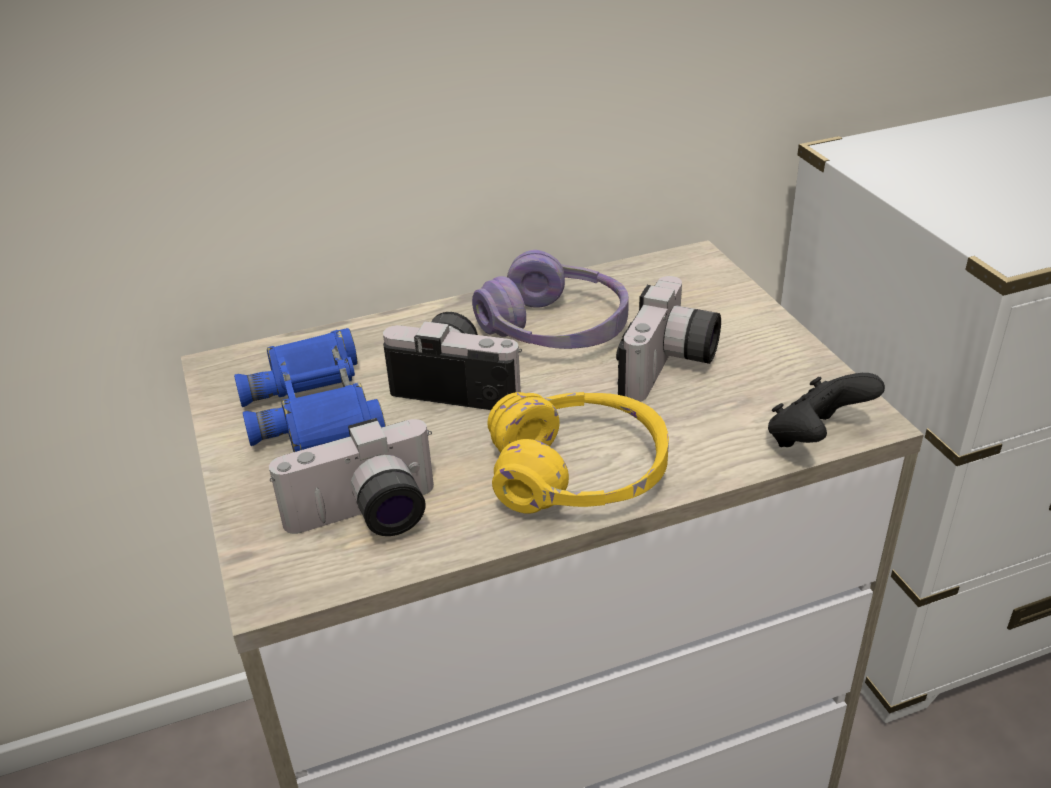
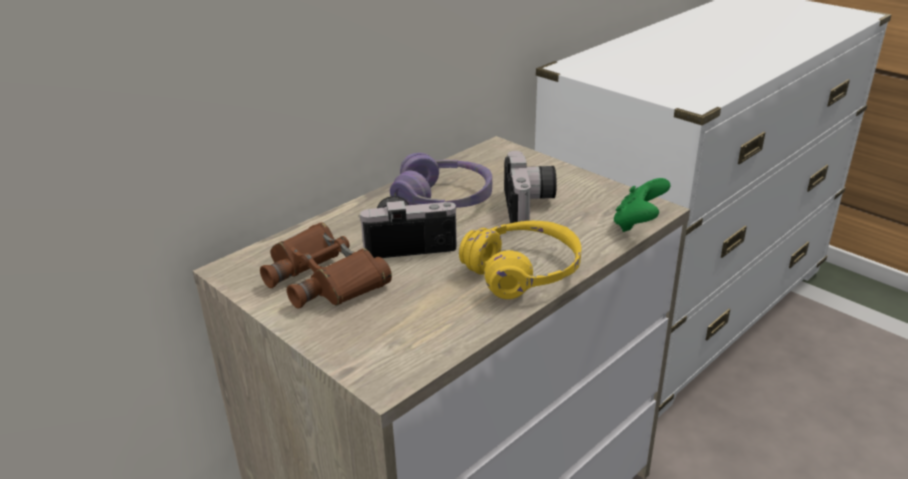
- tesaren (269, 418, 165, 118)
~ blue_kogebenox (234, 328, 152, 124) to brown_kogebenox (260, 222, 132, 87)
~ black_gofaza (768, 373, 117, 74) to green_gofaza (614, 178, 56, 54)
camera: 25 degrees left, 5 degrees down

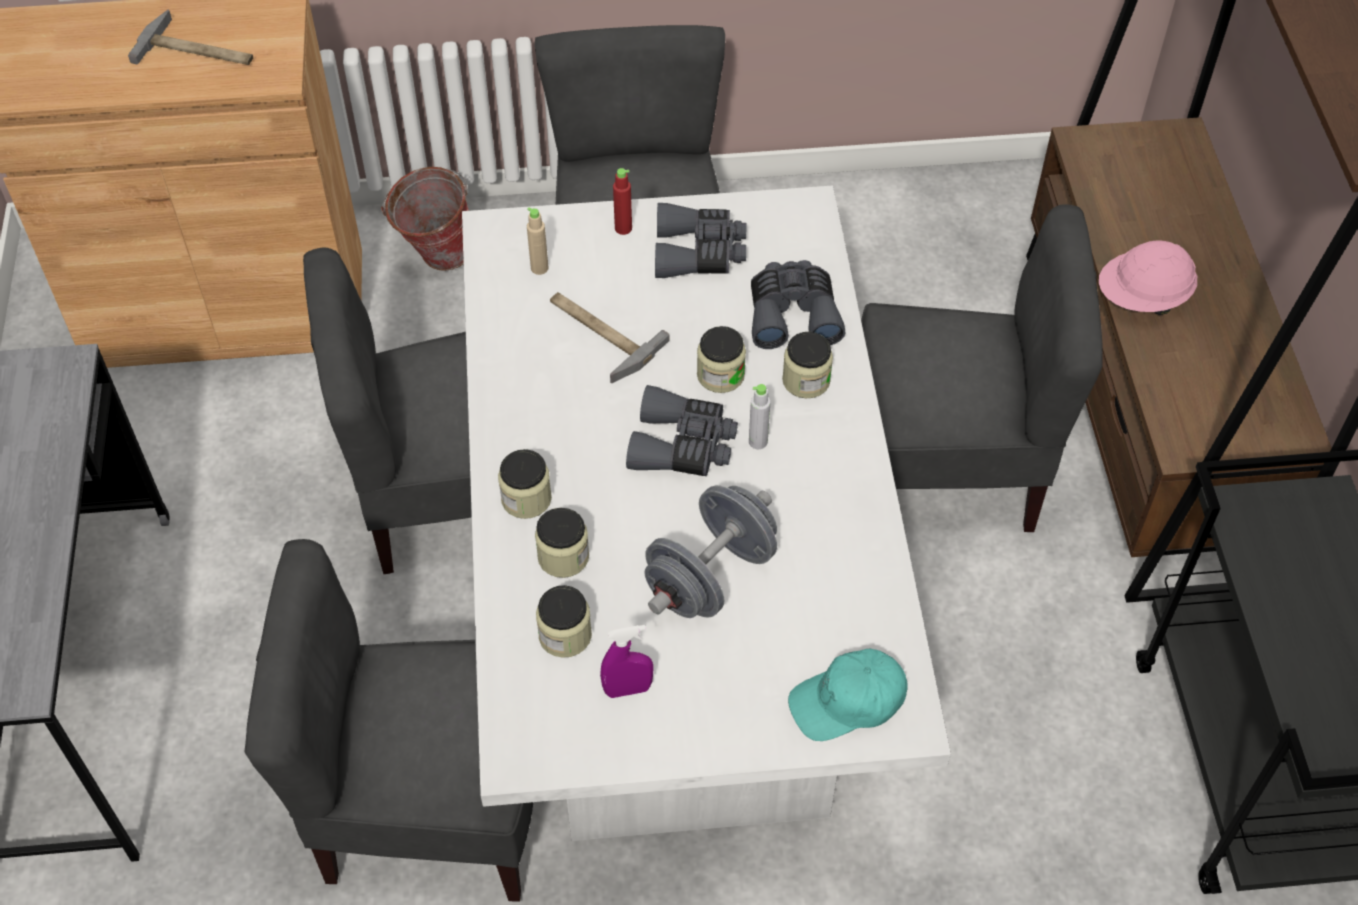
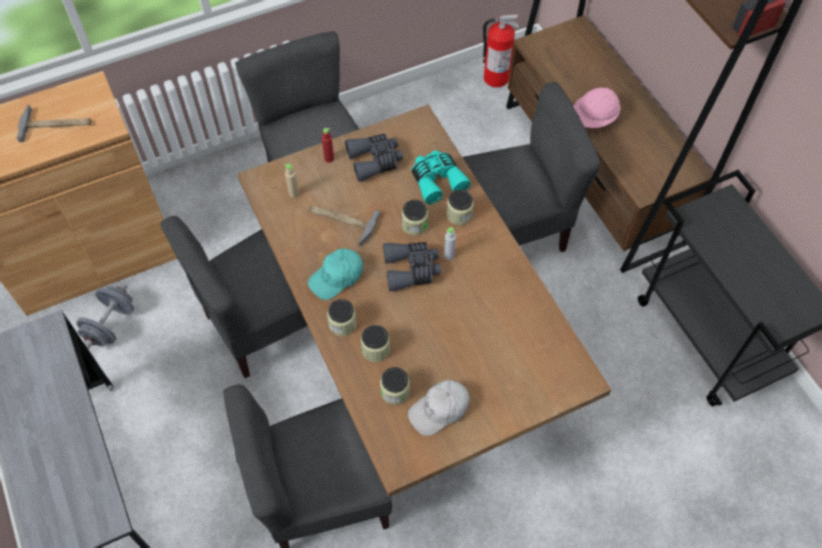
- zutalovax (381, 167, 87, 104)
+ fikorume (483, 15, 36, 72)
~ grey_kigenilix (645, 485, 132, 133) to (76, 283, 58, 66)
~ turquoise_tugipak (788, 649, 120, 92) to (308, 248, 55, 52)
~ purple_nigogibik (600, 625, 54, 73) to white_tugipak (408, 380, 62, 56)
~ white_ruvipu (462, 185, 489, 656) to brown_ruvipu (237, 105, 374, 392)
~ grey_kogebenox (751, 260, 94, 89) to turquoise_kogebenox (411, 150, 60, 54)
camera: 20 degrees left, 5 degrees up

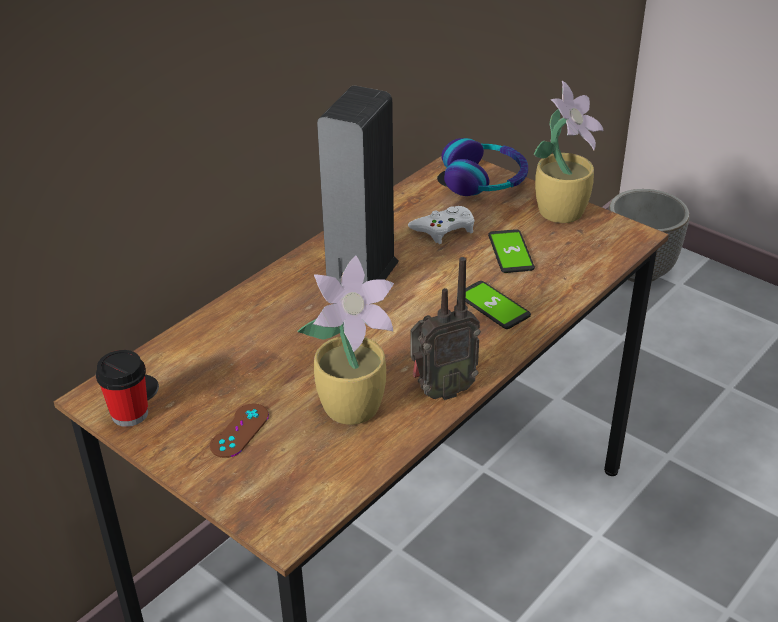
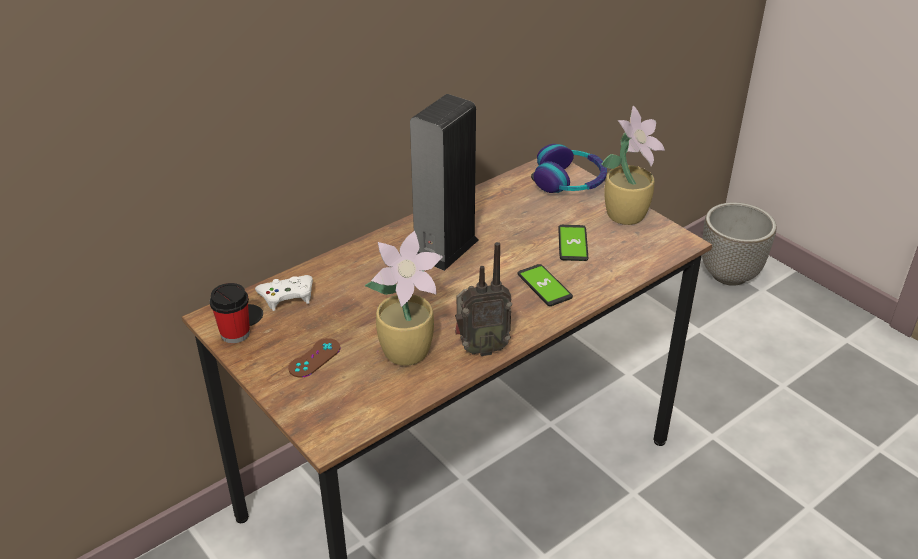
~ white_gofaza (408, 206, 67, 38) to (255, 275, 58, 36)
camera: 10 degrees right, 0 degrees up

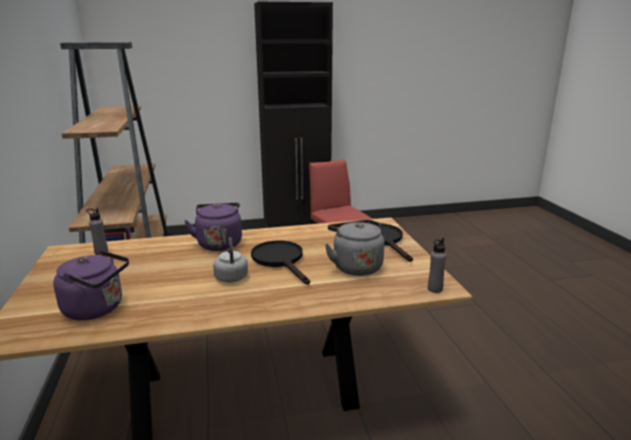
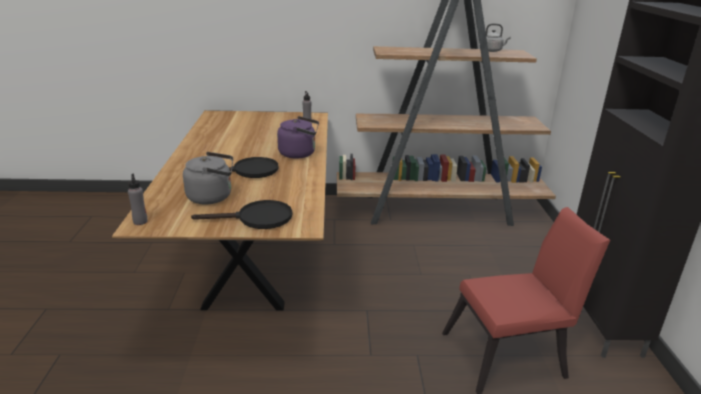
- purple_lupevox (53, 250, 76, 70)
~ grey_lupevox (213, 237, 35, 46) to (486, 23, 25, 29)
camera: 100 degrees right, 5 degrees up

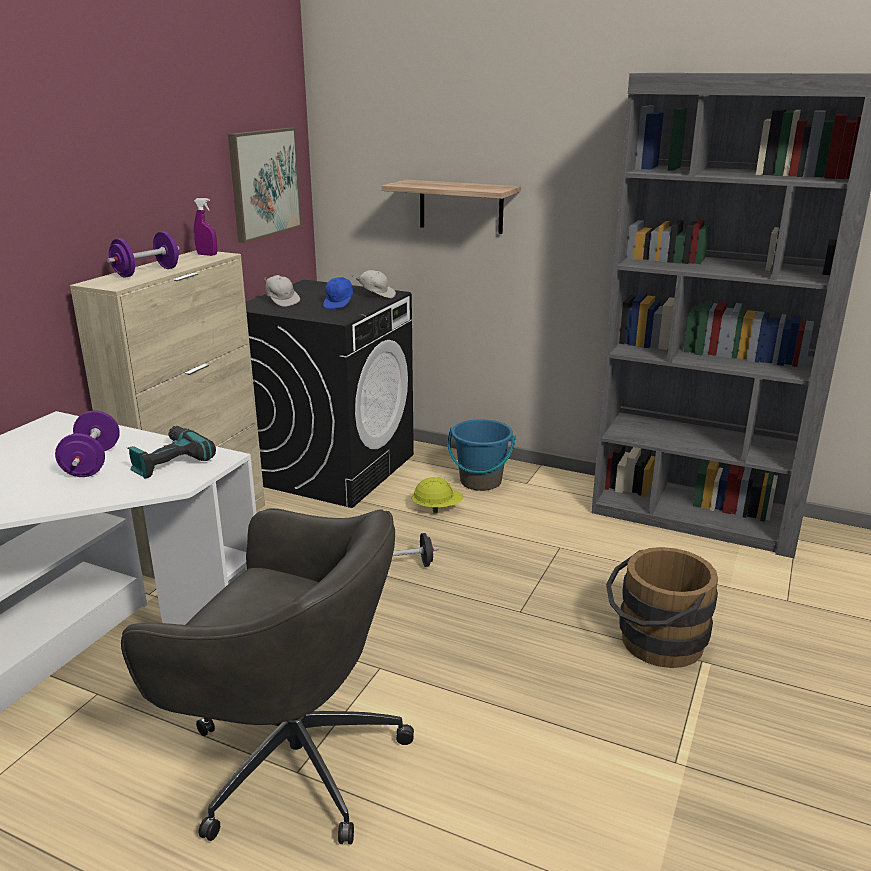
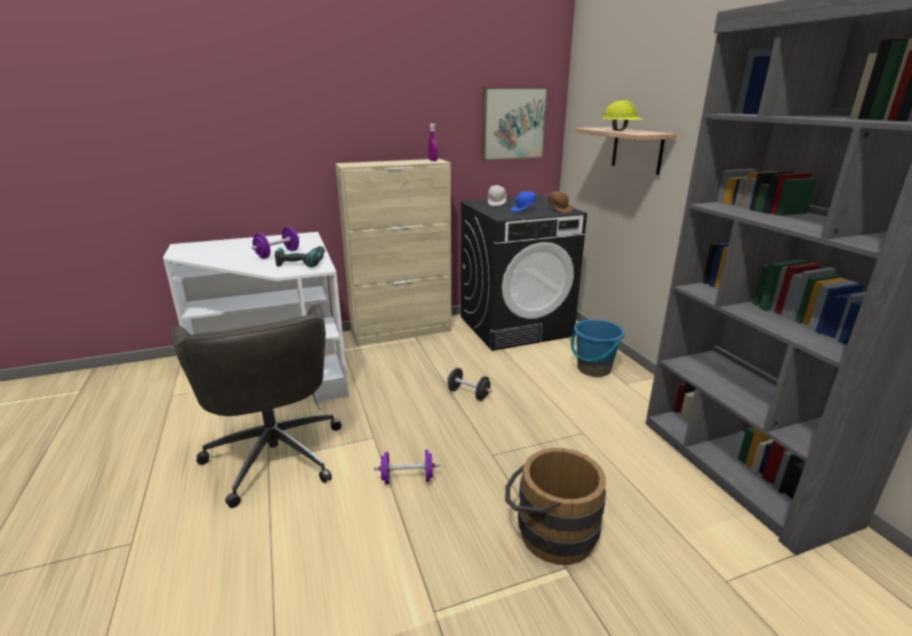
~ purple_kigenilix (107, 232, 73, 46) to (374, 450, 66, 34)
~ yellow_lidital (412, 477, 51, 37) to (602, 100, 42, 31)
~ white_tugipak (351, 270, 45, 28) to brown_tugipak (545, 191, 29, 22)
camera: 45 degrees right, 0 degrees up

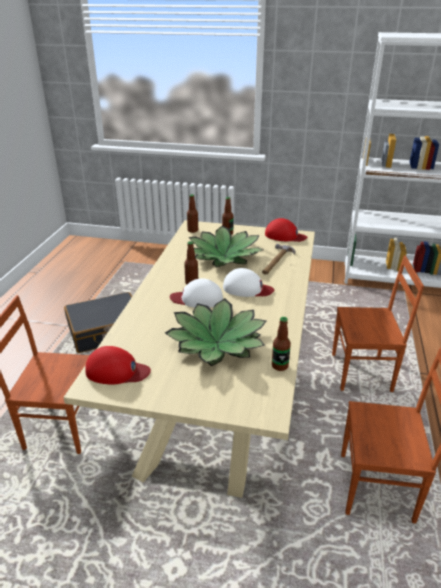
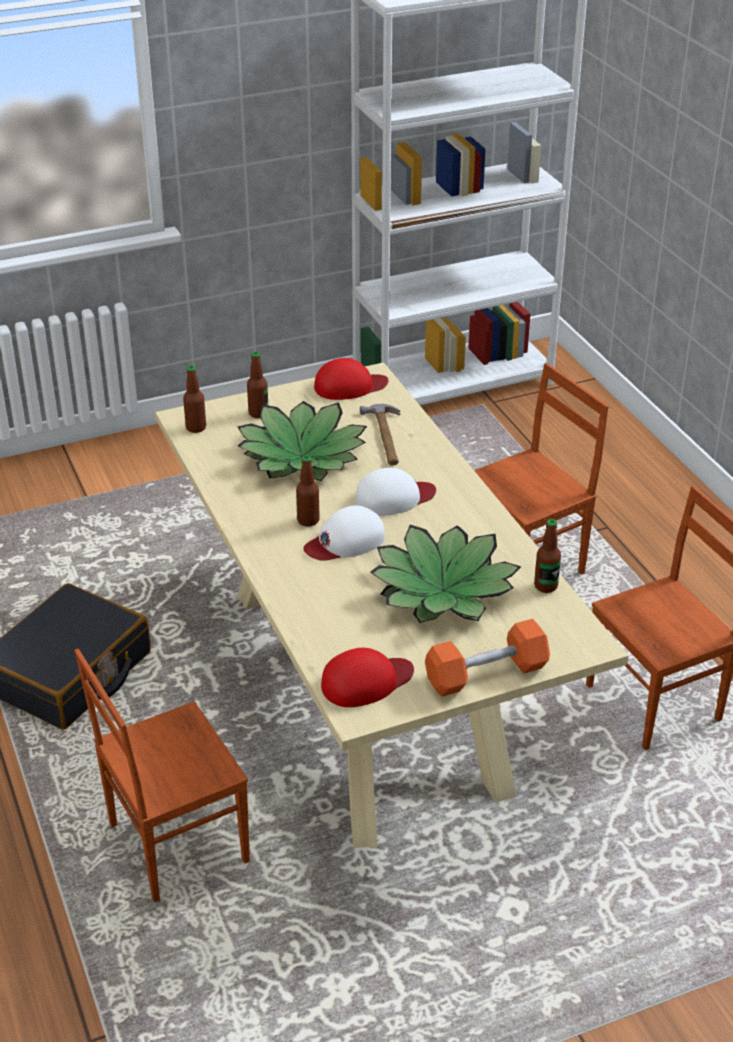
+ orange_kigenilix (425, 619, 125, 78)
camera: 35 degrees left, 5 degrees up

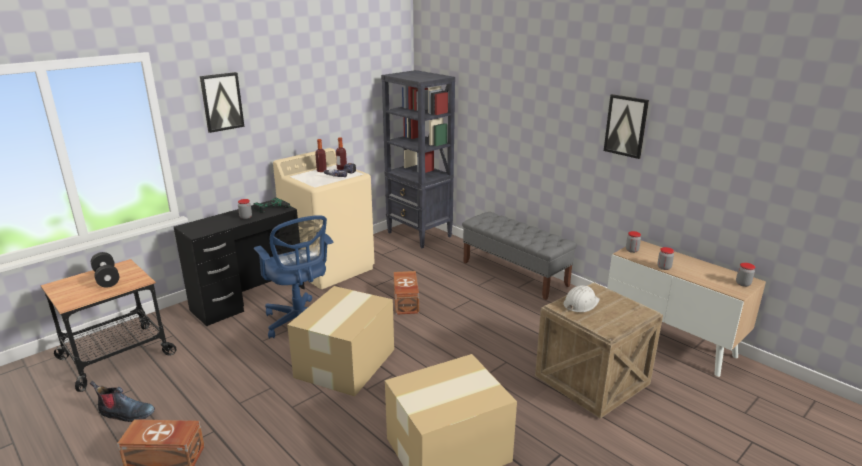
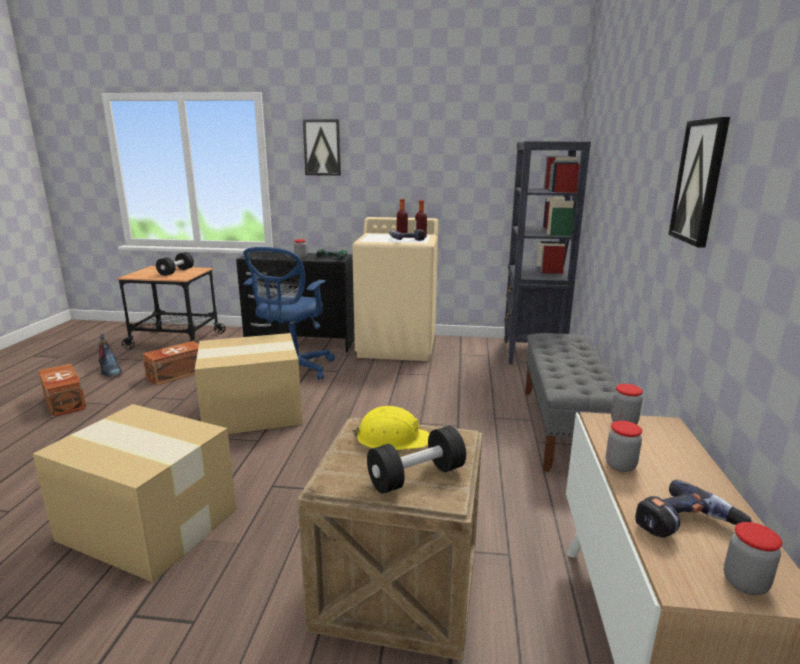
+ black_kigenilix (367, 426, 99, 68)
+ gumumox (635, 479, 117, 59)
~ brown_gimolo (394, 271, 25, 44) to (142, 341, 57, 44)
~ white_lidital (563, 285, 37, 27) to yellow_lidital (353, 406, 77, 44)
camera: 50 degrees right, 5 degrees down

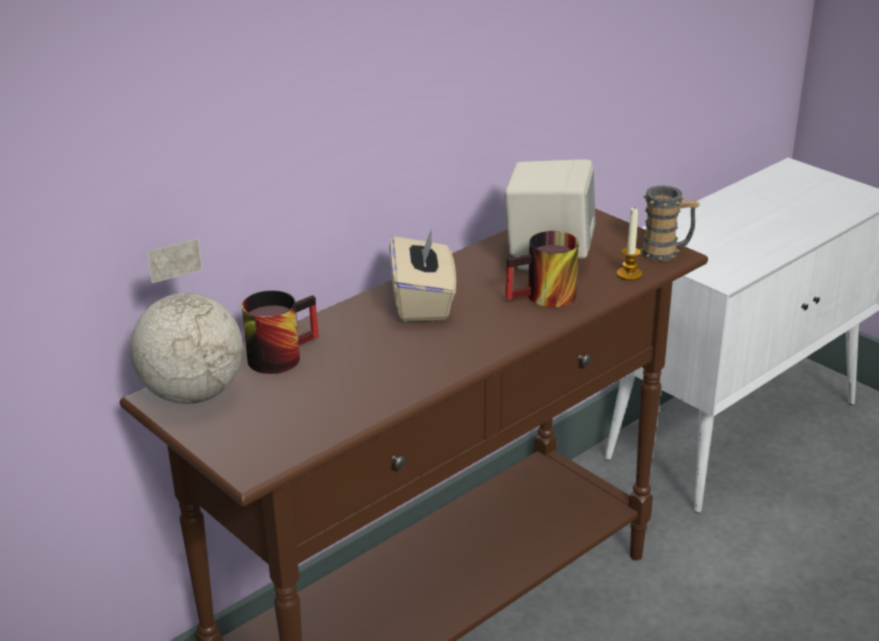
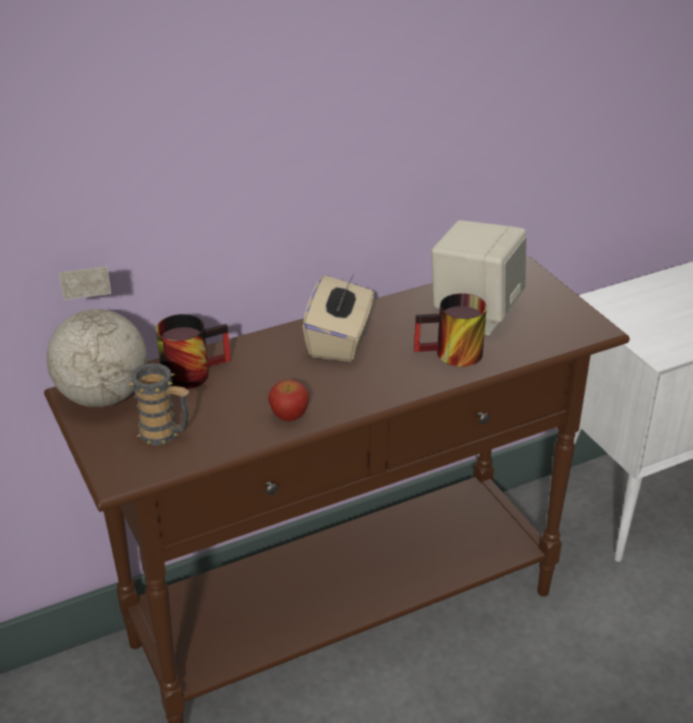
- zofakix (617, 206, 25, 75)
+ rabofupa (268, 380, 41, 41)
~ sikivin (639, 186, 61, 75) to (129, 363, 60, 82)
camera: 15 degrees right, 5 degrees up

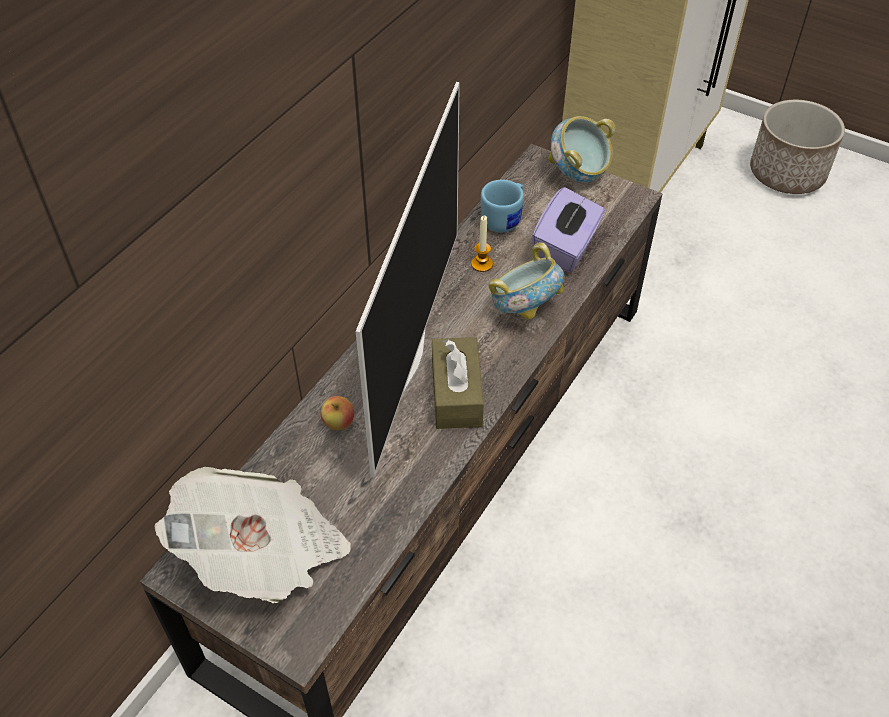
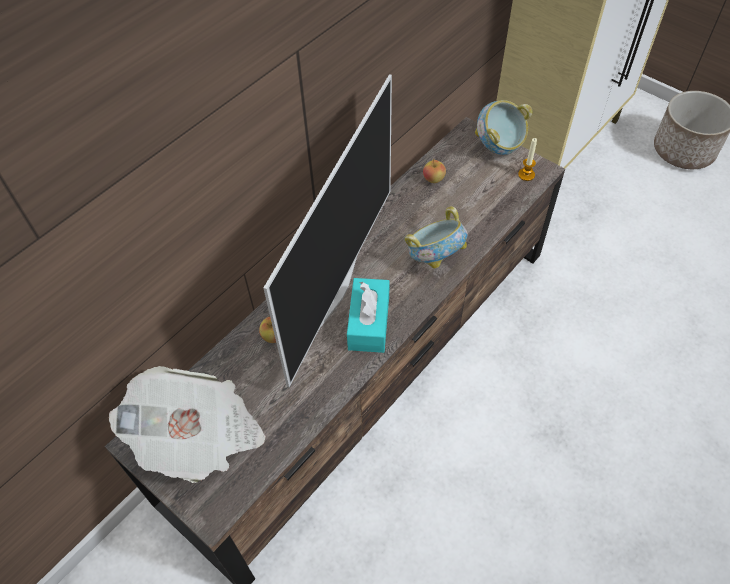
- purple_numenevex (532, 187, 73, 85)
~ zofakix (471, 216, 22, 56) to (518, 138, 19, 43)
~ blue_sikivin (481, 180, 43, 52) to rabofupa (423, 159, 23, 24)
~ brown_numenevex (432, 337, 52, 92) to turquoise_numenevex (347, 278, 42, 75)
camera: 10 degrees right, 5 degrees up

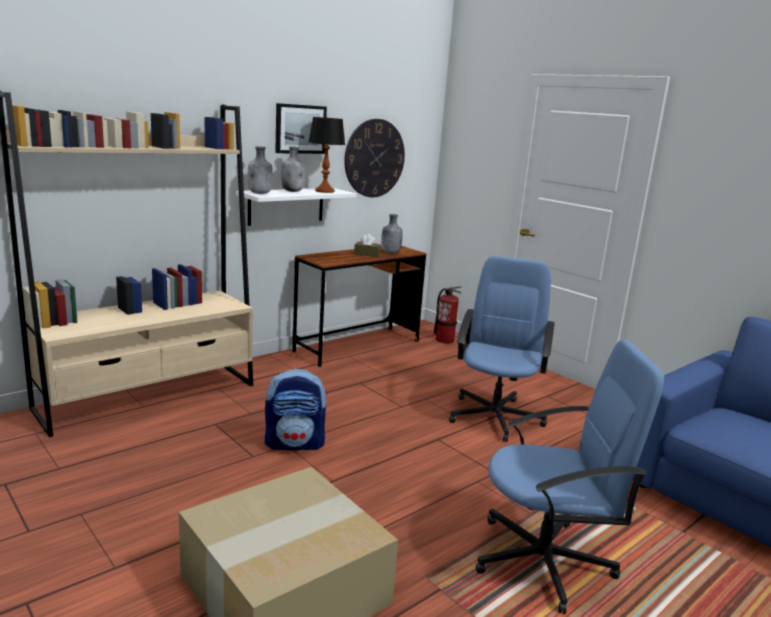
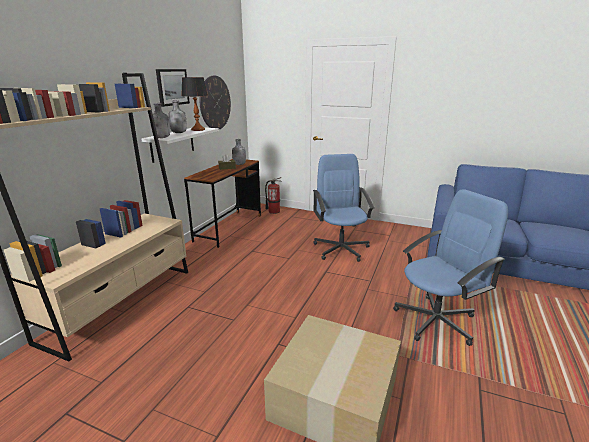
- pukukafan (265, 369, 63, 81)
camera: 25 degrees left, 5 degrees up

